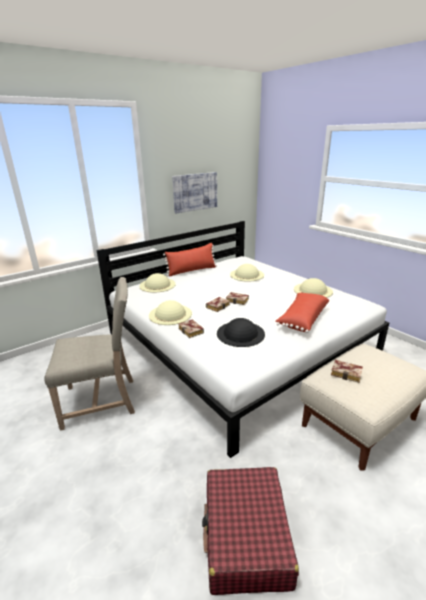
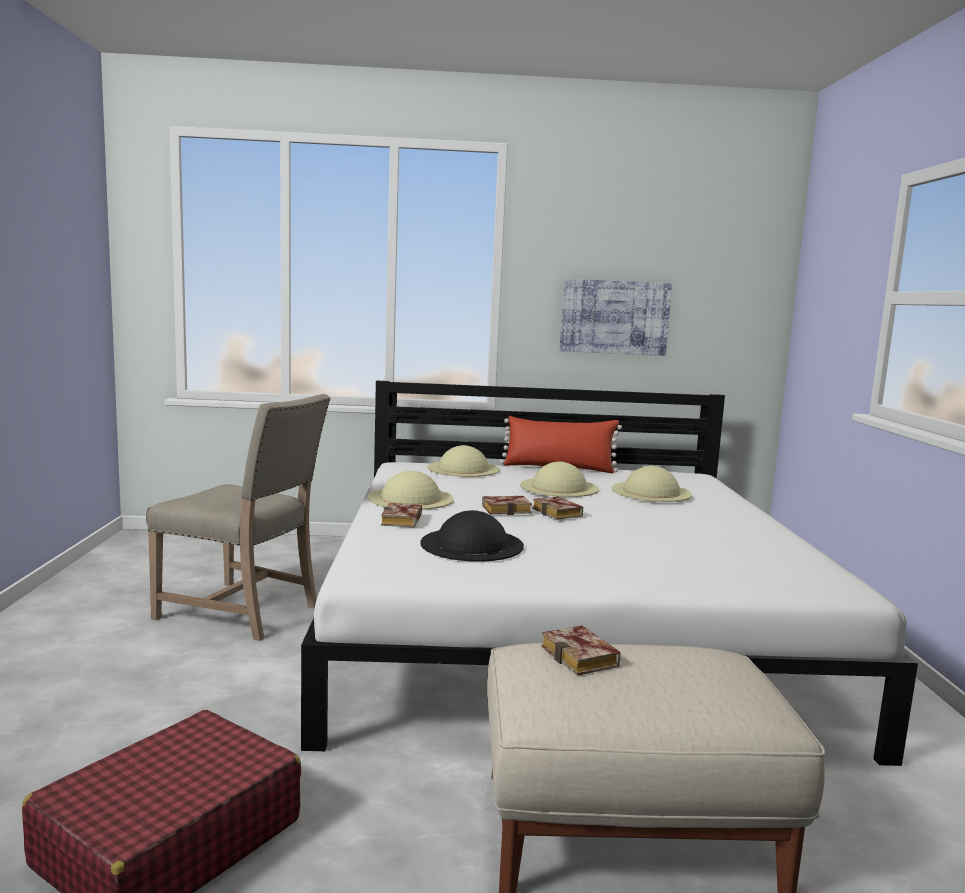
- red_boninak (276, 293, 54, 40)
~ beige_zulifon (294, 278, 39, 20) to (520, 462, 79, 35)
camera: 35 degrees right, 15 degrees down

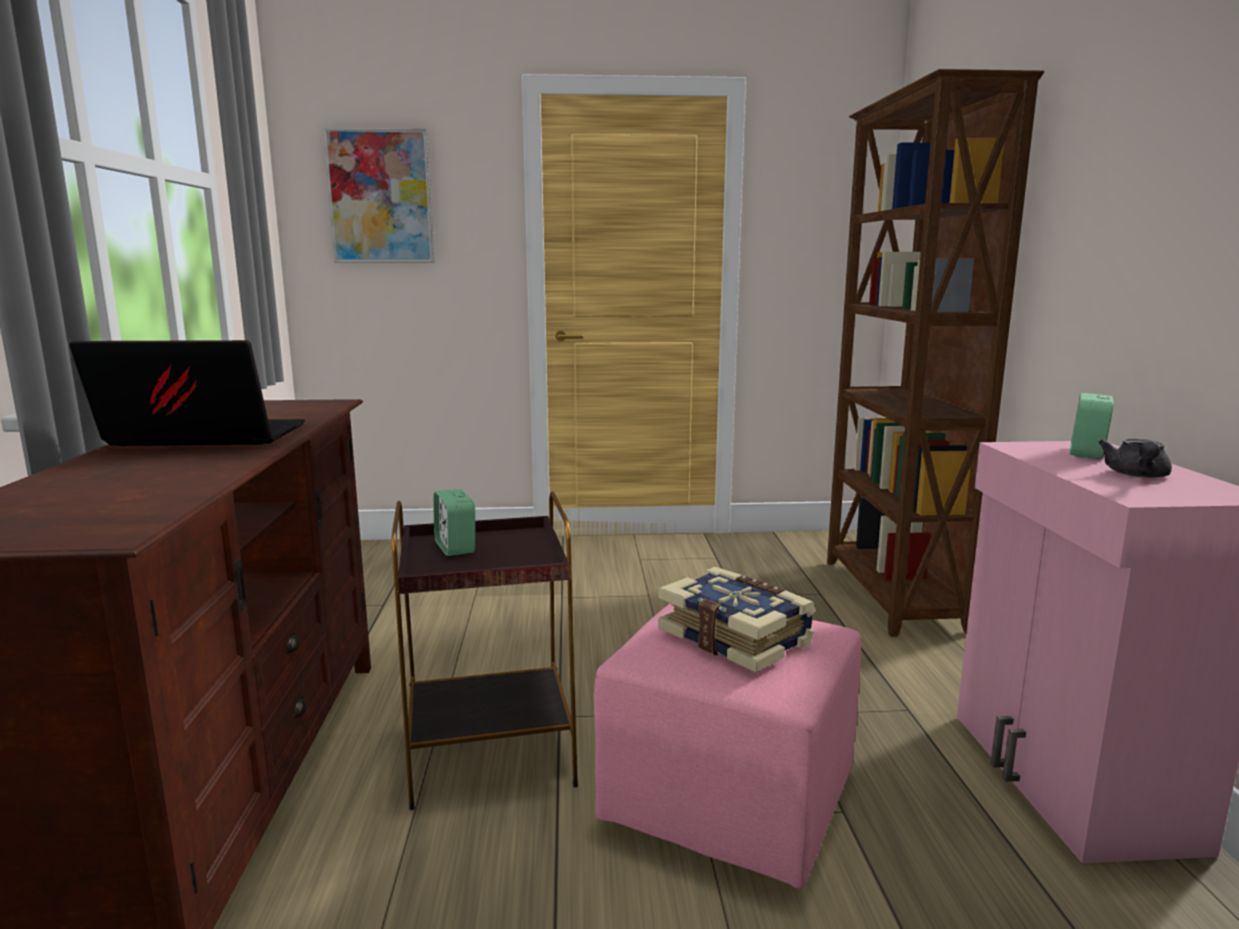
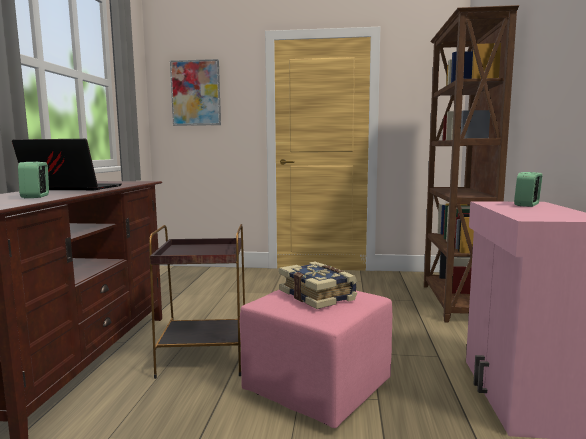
- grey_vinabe (1099, 439, 73, 39)
~ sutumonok (433, 489, 42, 67) to (18, 162, 31, 36)
camera: 10 degrees right, 5 degrees down

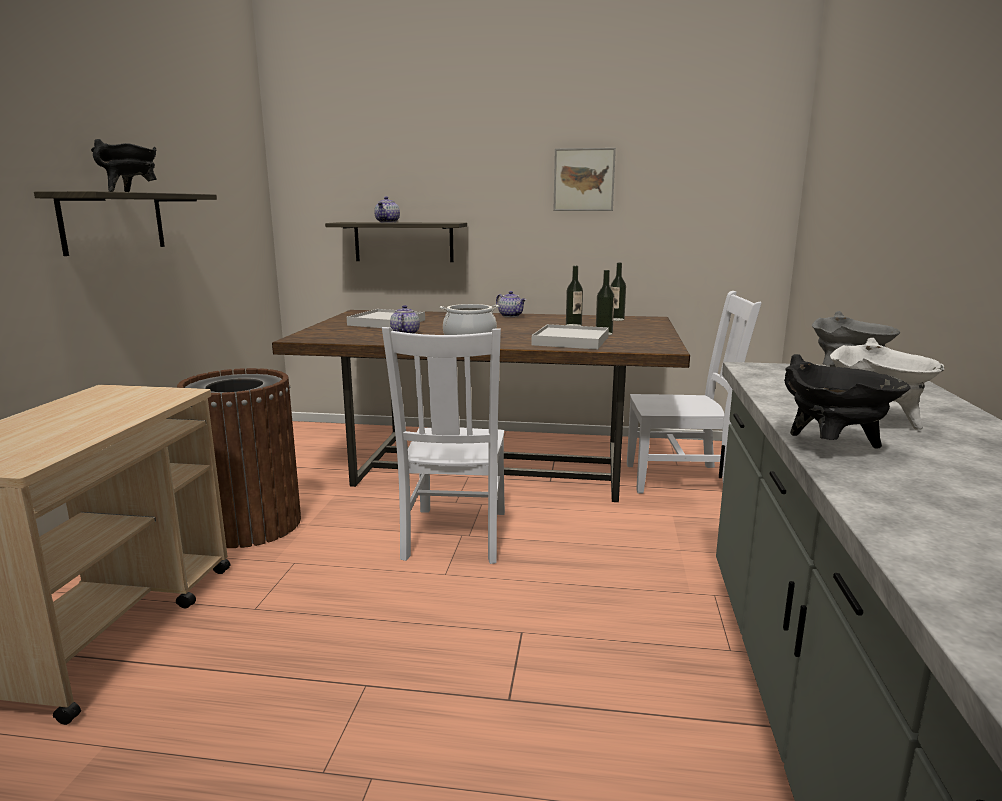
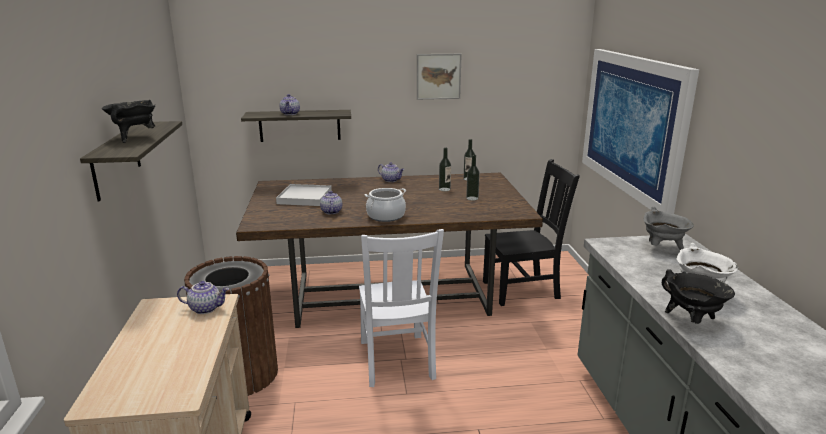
- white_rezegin (532, 324, 77, 25)
+ vinabe (177, 281, 52, 33)
+ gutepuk (582, 49, 117, 165)
~ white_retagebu (627, 291, 134, 202) to black_retagebu (483, 159, 97, 147)
camera: 15 degrees left, 5 degrees up

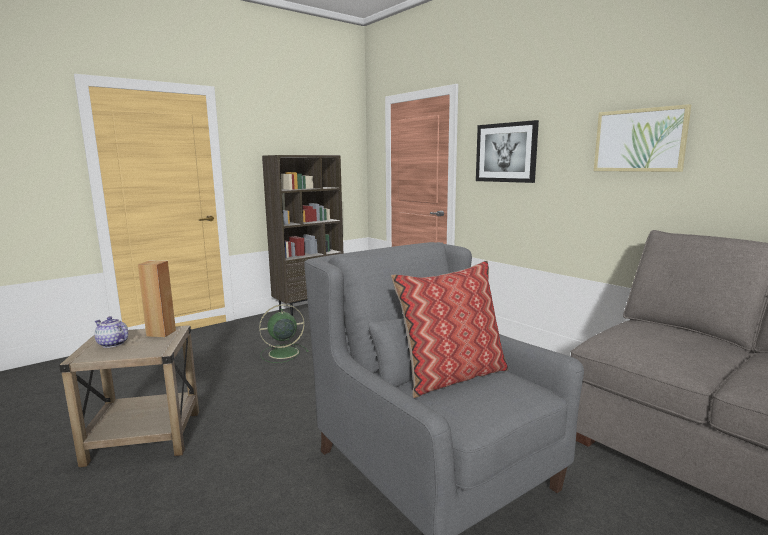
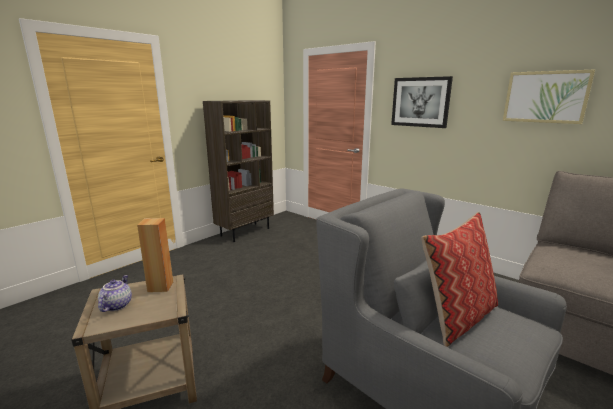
- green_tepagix (259, 304, 50, 59)
~ vinabe (94, 316, 34, 32) = (98, 275, 34, 37) 75 degrees clockwise
camera: 10 degrees left, 5 degrees up

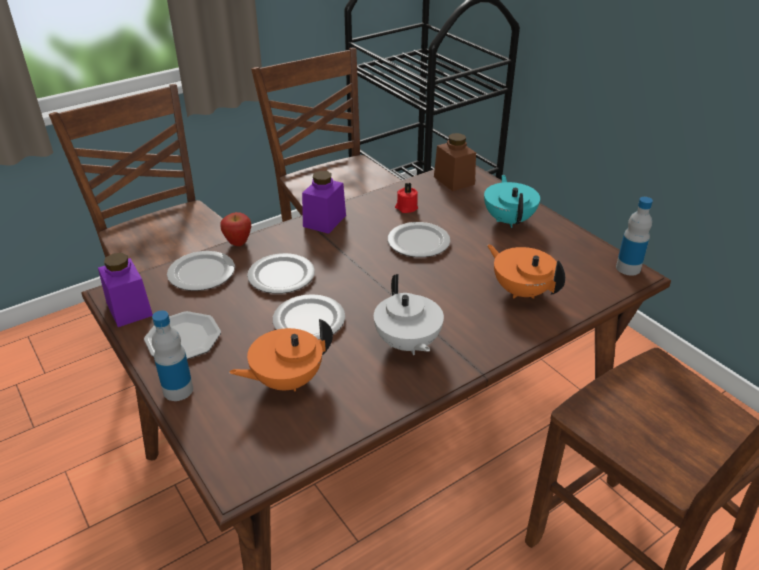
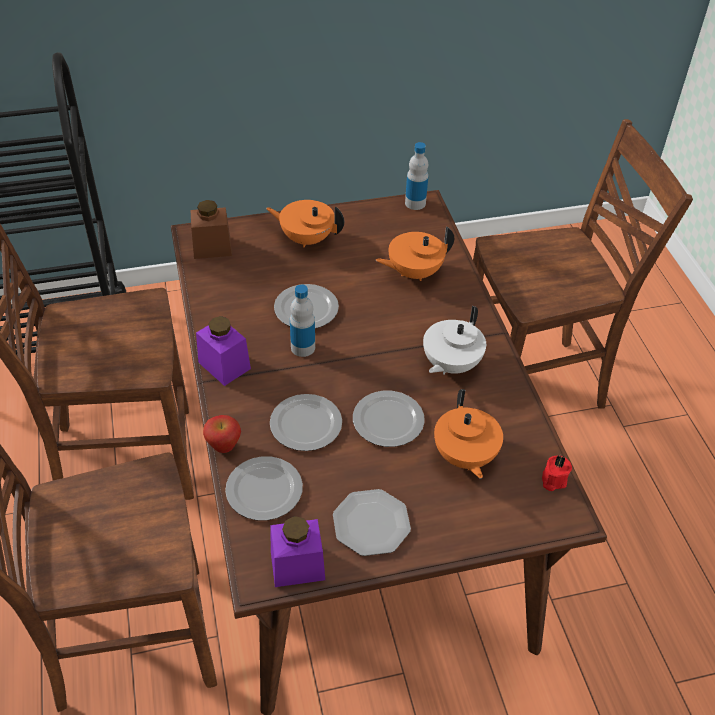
~ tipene (152, 311, 41, 90) to (290, 284, 25, 73)
~ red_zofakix (395, 183, 23, 30) to (542, 455, 30, 36)
~ turquoise_vinabe (484, 175, 56, 53) to orange_vinabe (266, 200, 78, 47)
~ white_vinabe (374, 274, 70, 81) = (423, 306, 63, 68) 120 degrees clockwise
camera: 70 degrees left, 10 degrees up

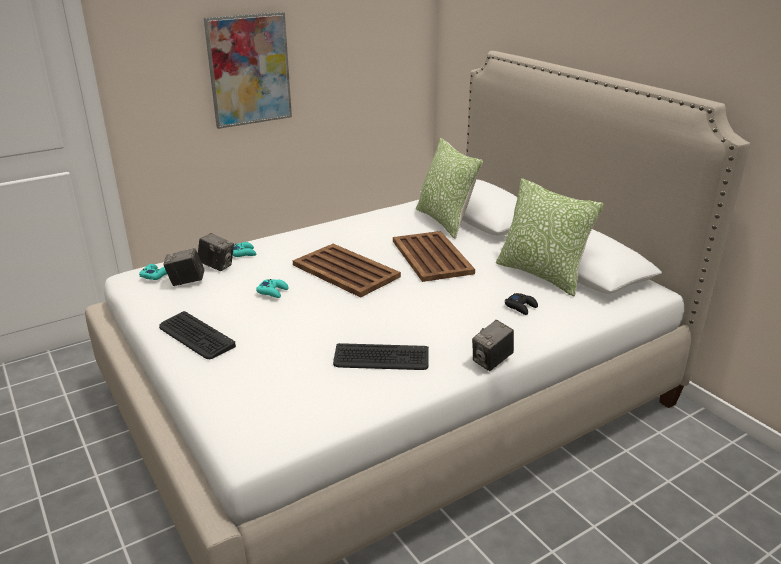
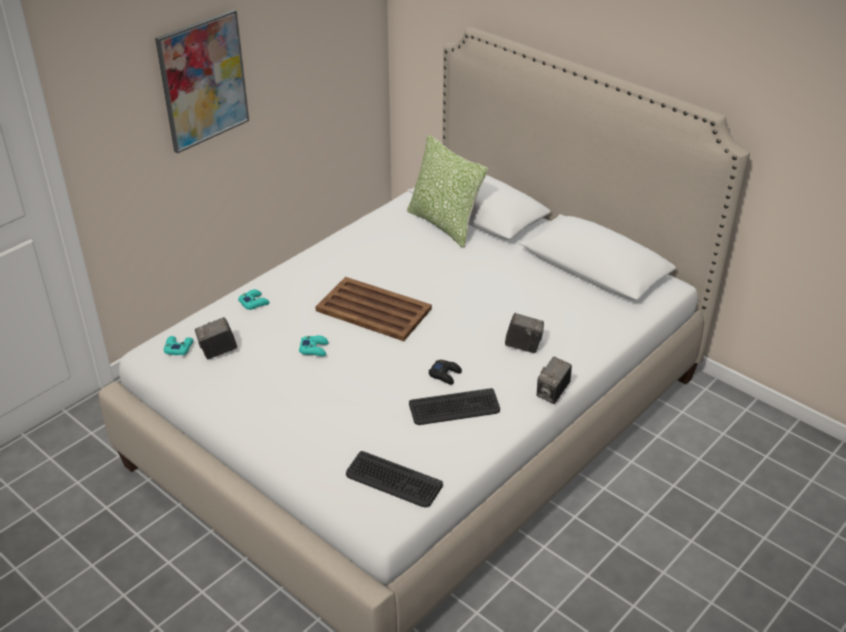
- brown_rezegin (393, 231, 82, 51)
- boninak (496, 178, 108, 118)
~ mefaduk (159, 311, 77, 48) to (346, 451, 97, 56)
~ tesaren (198, 233, 36, 38) to (505, 313, 39, 40)
~ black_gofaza (505, 293, 33, 22) to (428, 360, 34, 25)
camera: 15 degrees left, 10 degrees up

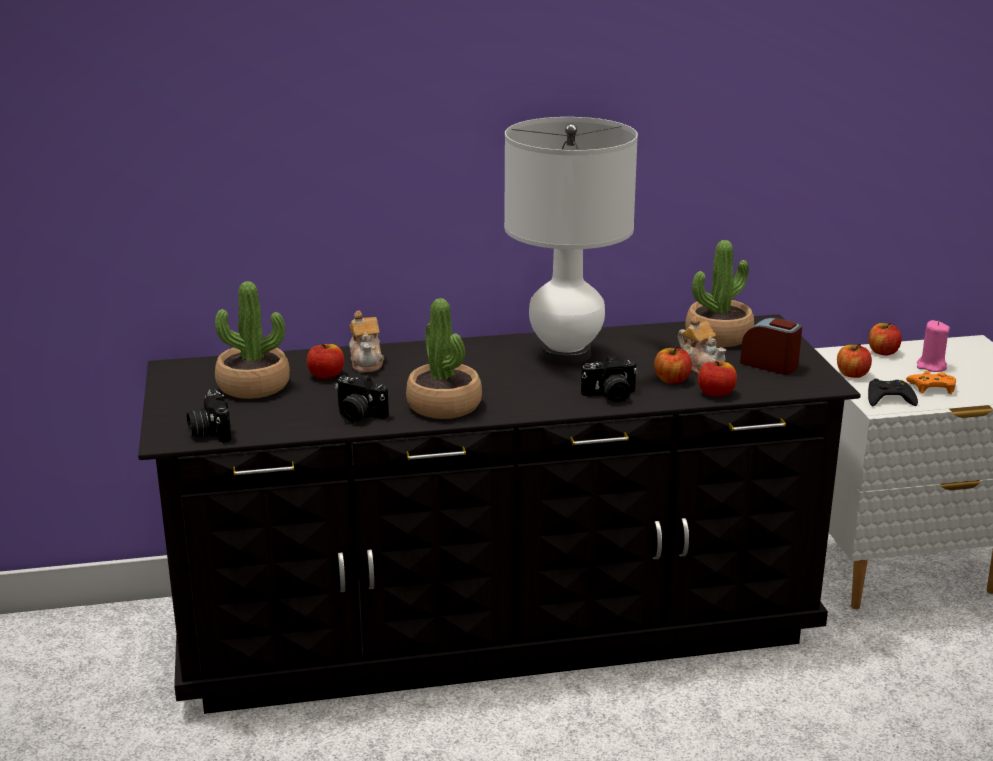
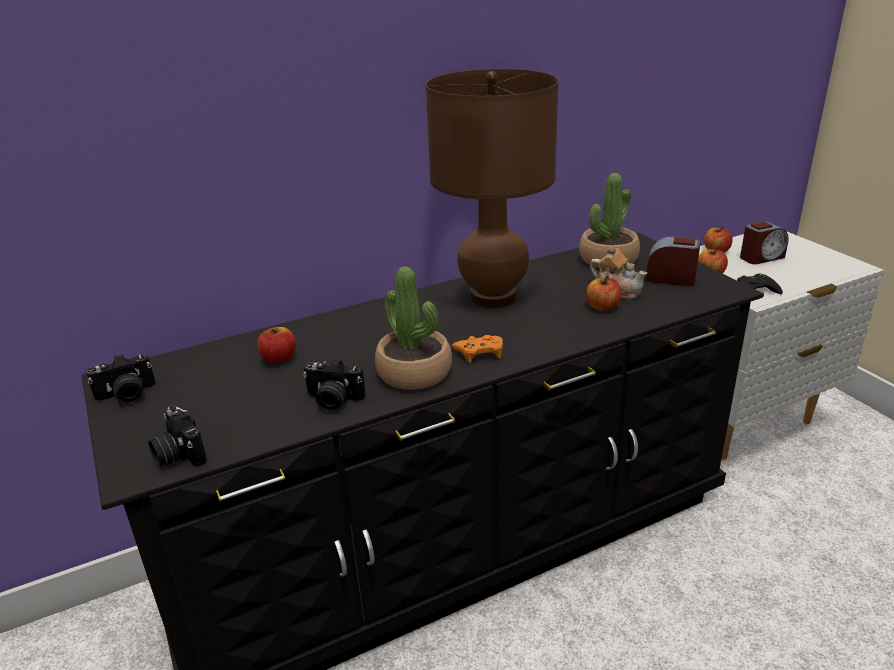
- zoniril (215, 281, 75, 118)
- vinabe (349, 311, 35, 62)
- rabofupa (698, 361, 39, 36)
~ tesaren (581, 356, 56, 47) to (87, 354, 68, 50)
~ orange_gofaza (906, 371, 50, 23) to (452, 335, 51, 28)
~ pink_zofakix (917, 320, 33, 52) to sutumonok (740, 221, 49, 43)
~ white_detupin (504, 117, 134, 247) to brown_detupin (425, 69, 134, 239)
camera: 15 degrees left, 5 degrees up

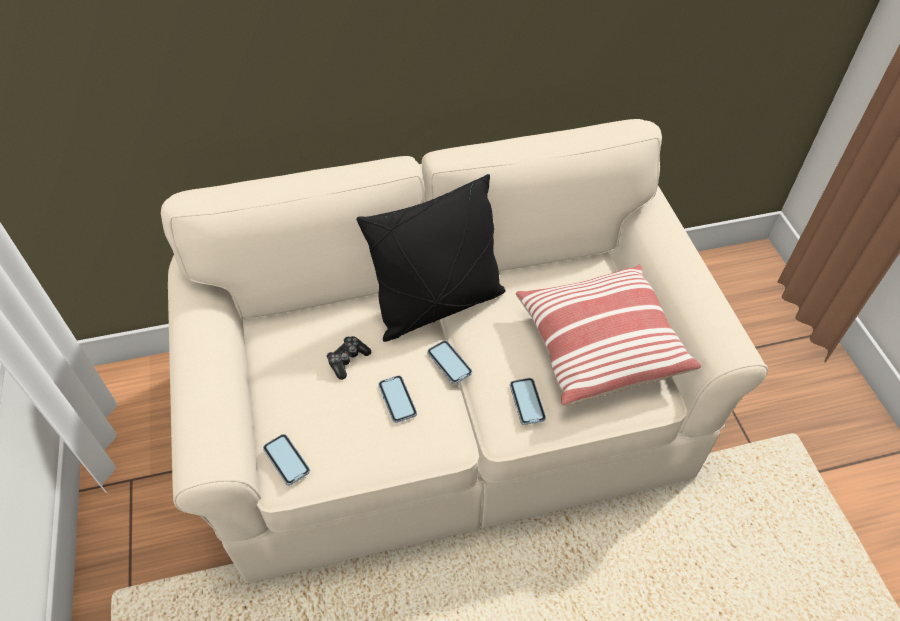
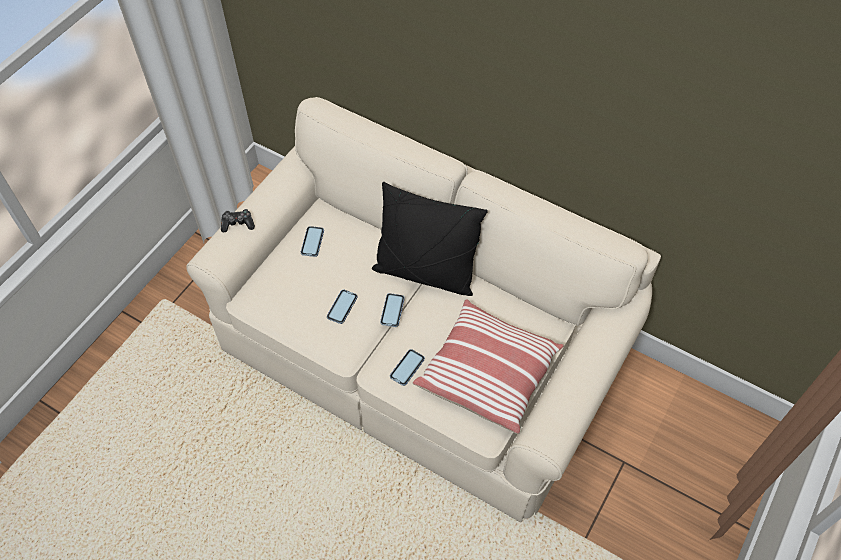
~ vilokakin (263, 434, 47, 51) to (301, 226, 23, 31)
~ gofaza (326, 336, 45, 44) to (221, 209, 34, 23)
camera: 45 degrees right, 5 degrees up

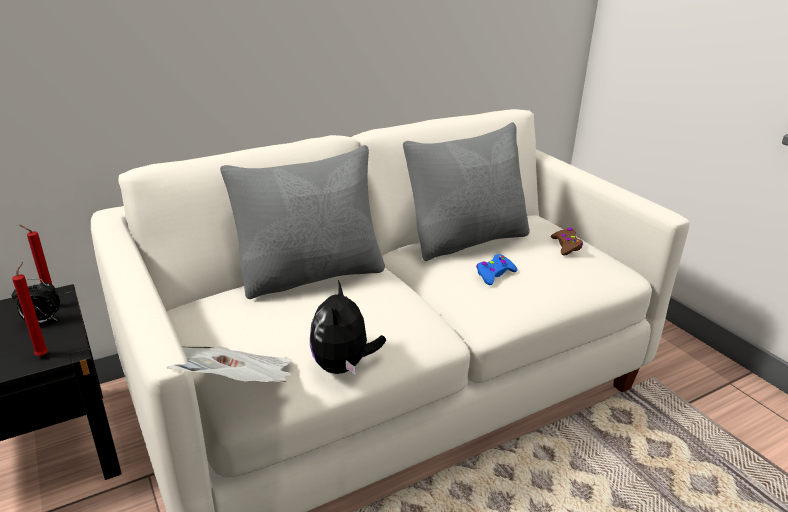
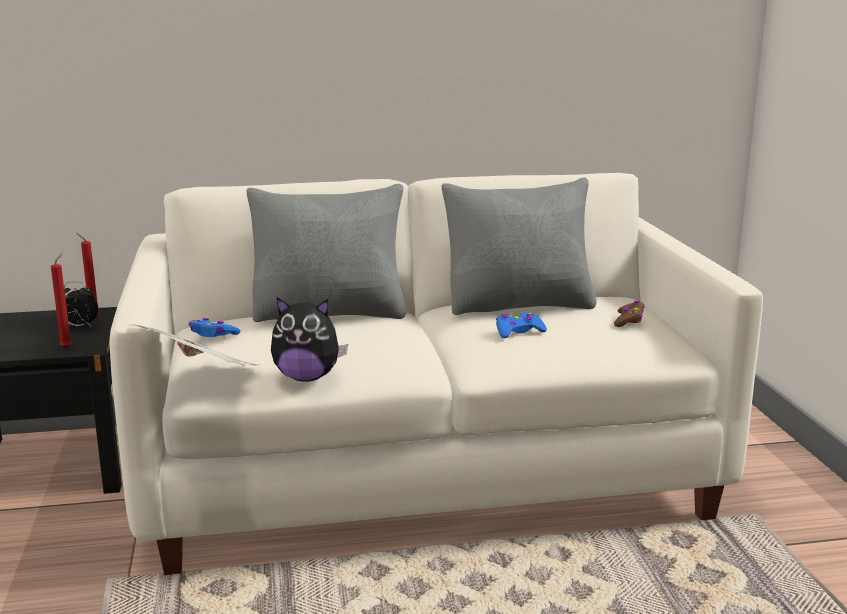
+ blue_gofaza (188, 318, 52, 19)
~ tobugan (310, 280, 76, 95) = (271, 297, 77, 85) 105 degrees counterclockwise
camera: 20 degrees right, 10 degrees down

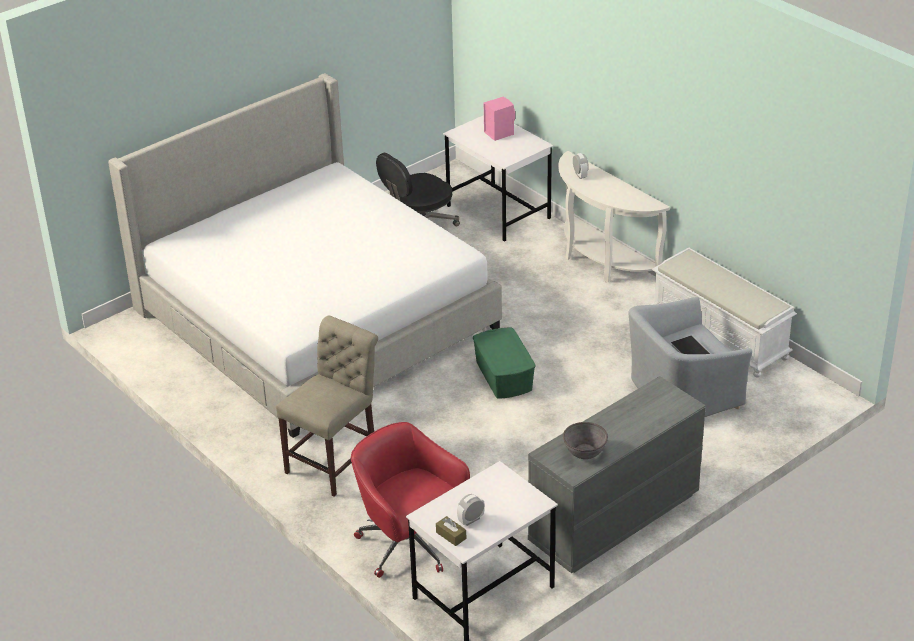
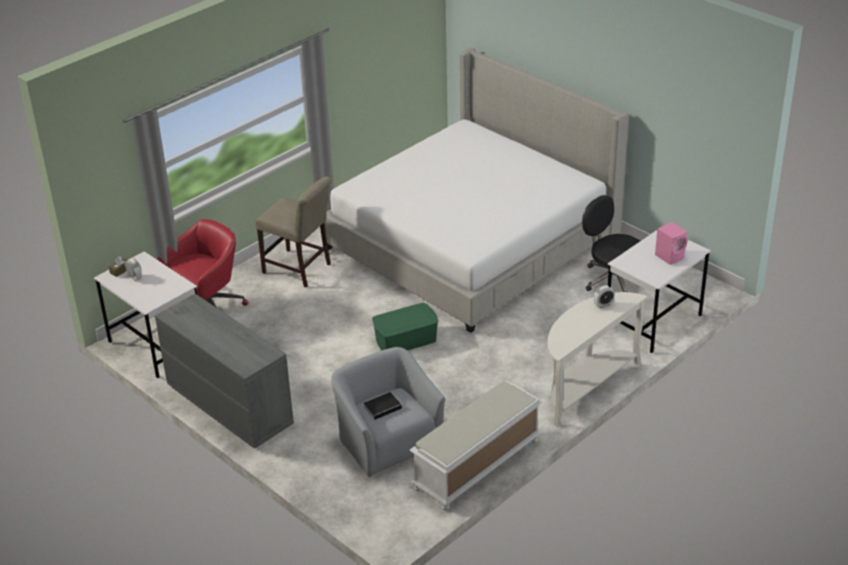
- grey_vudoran (563, 422, 45, 37)
camera: 85 degrees right, 0 degrees up

